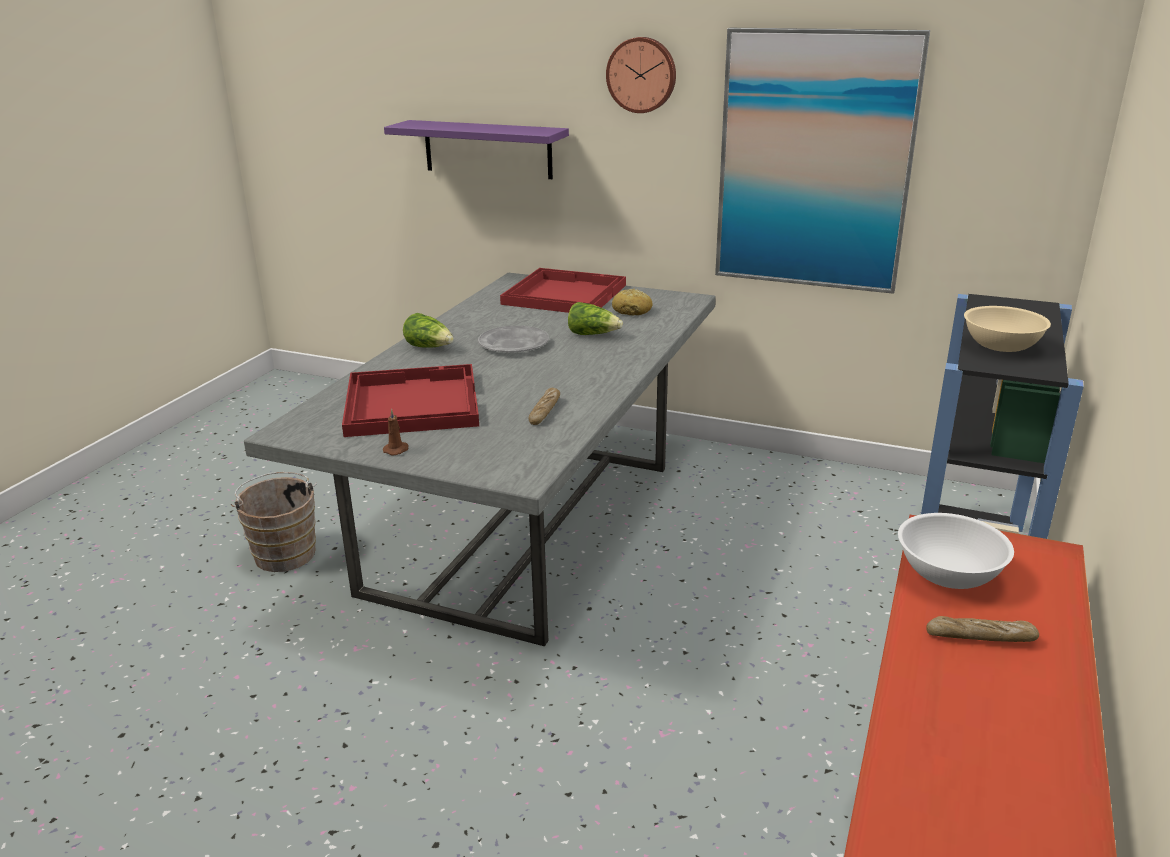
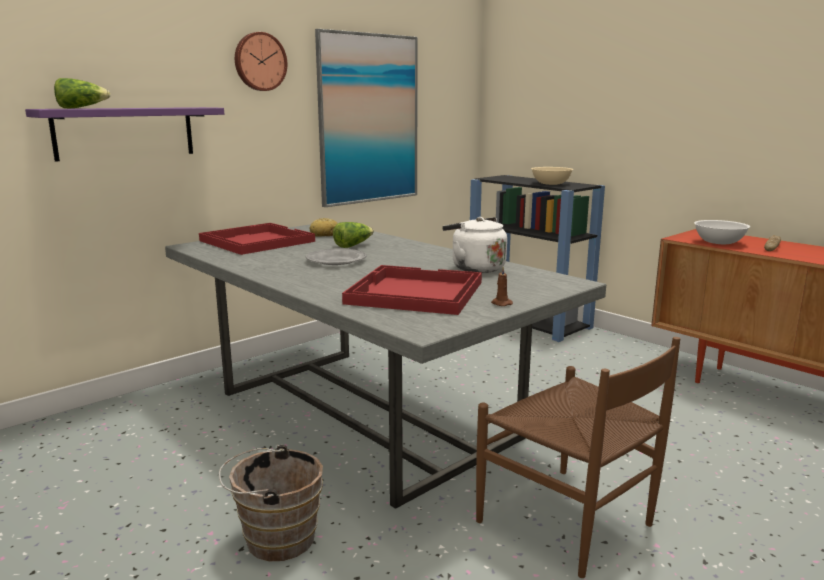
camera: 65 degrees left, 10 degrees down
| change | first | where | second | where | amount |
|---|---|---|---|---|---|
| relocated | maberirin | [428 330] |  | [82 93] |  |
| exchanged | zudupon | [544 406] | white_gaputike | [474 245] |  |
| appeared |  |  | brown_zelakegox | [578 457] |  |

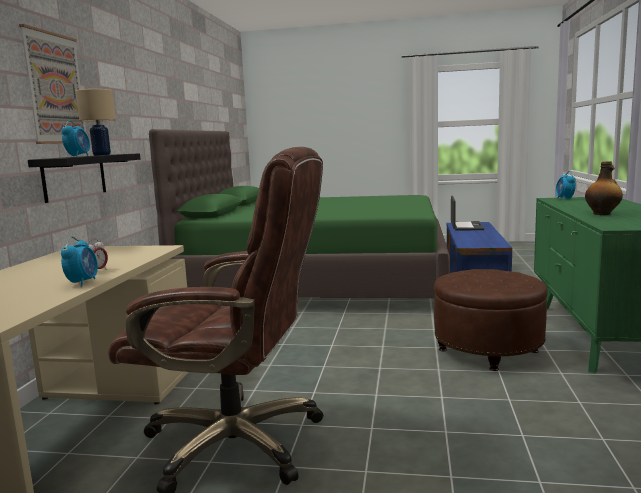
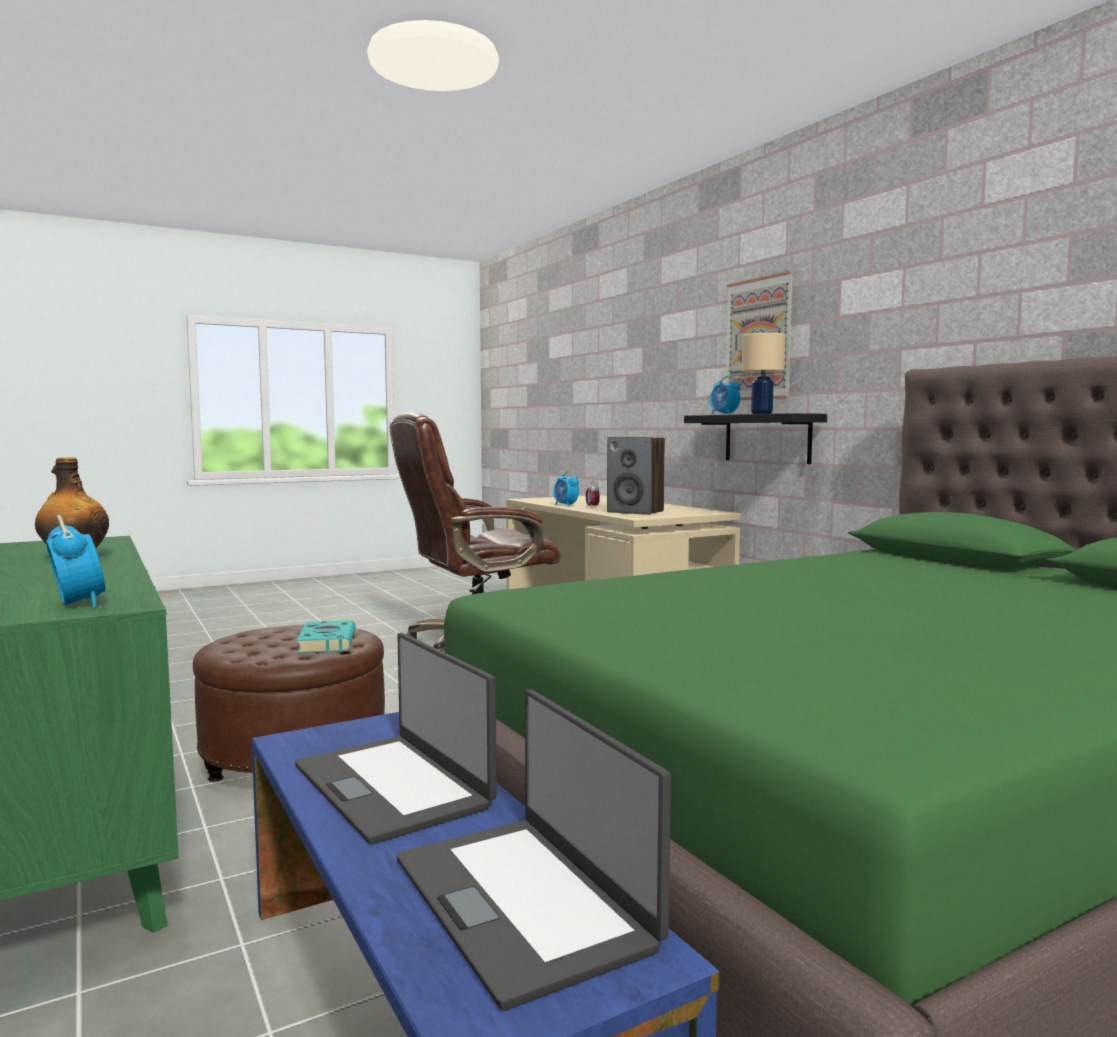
camera: 140 degrees right, 5 degrees down
| change | first | where | second | where | amount |
|---|---|---|---|---|---|
| appeared |  |  | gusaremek | [396 739] |  |
| appeared |  |  | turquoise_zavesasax | [326 636] |  |
| appeared |  |  | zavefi | [636 476] |  |

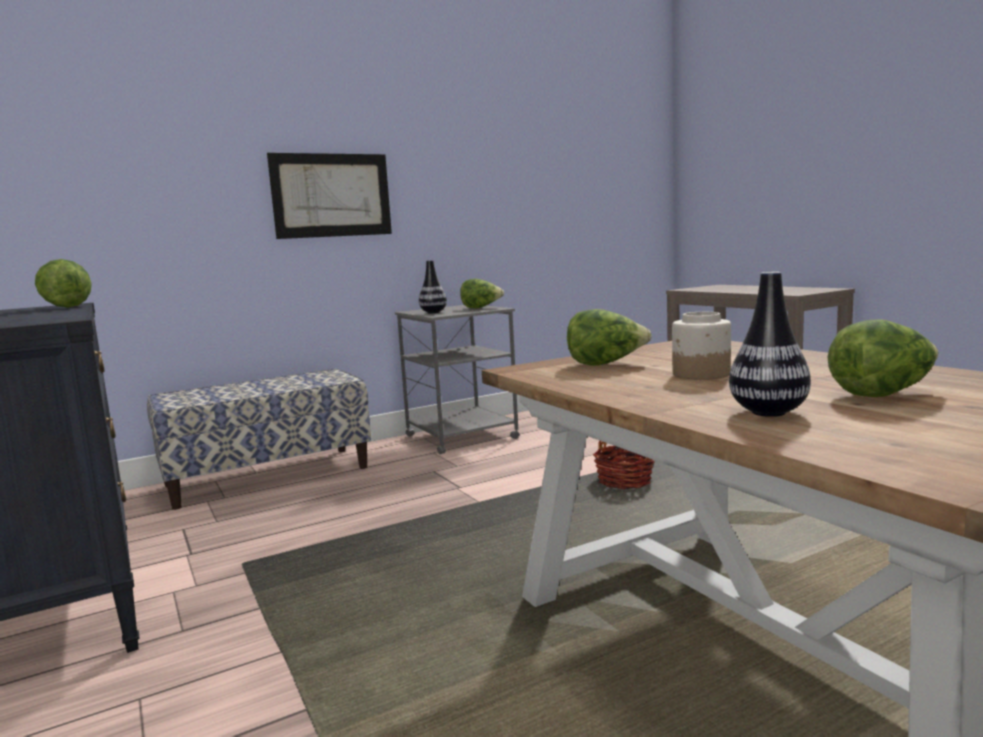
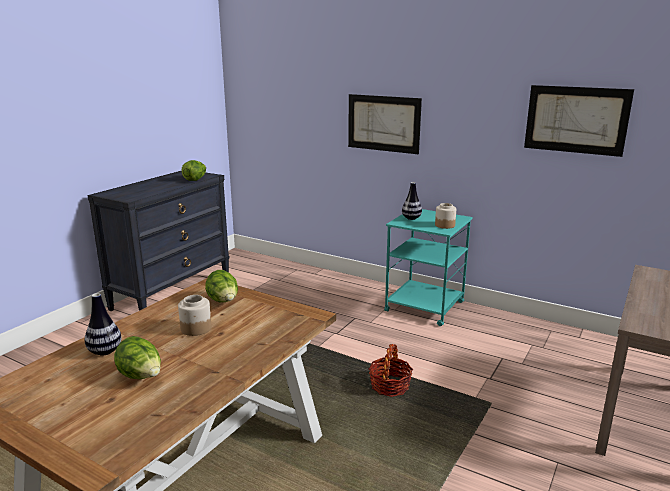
camera: 60 degrees right, 10 degrees up
| change | first | where | second | where | amount |
|---|---|---|---|---|---|
| missing | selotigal | [259 439] |  |  |  |
| colour | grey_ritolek | [457 379] | turquoise_ritolek | [428 267] |  |
| exchanged | maberirin | [482 293] | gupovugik | [445 216] |  |
| appeared |  |  | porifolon | [579 121] |  |

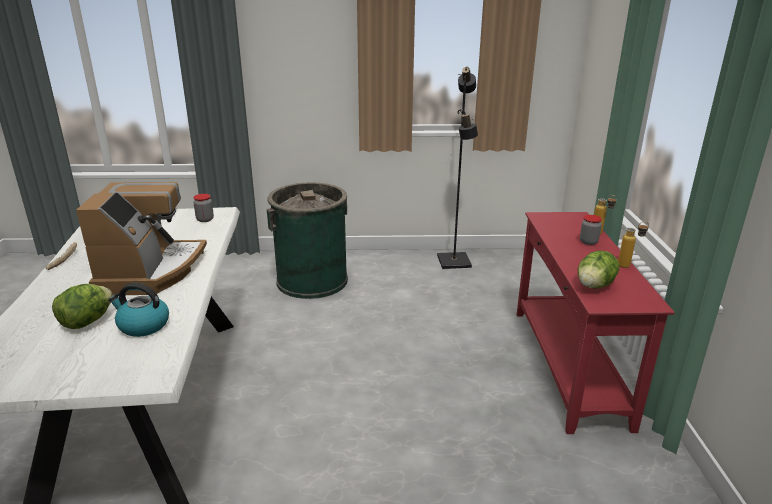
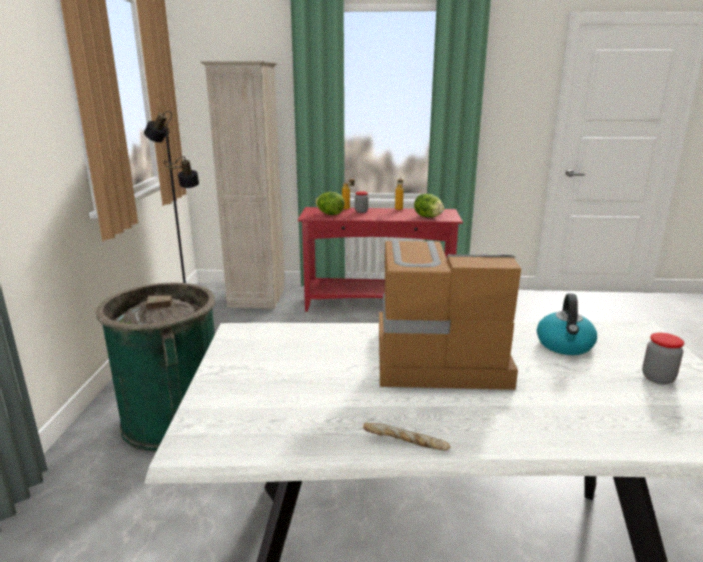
camera: 85 degrees left, 5 degrees down
| change | first | where | second | where | amount |
|---|---|---|---|---|---|
| relocated | maberirin | [82 306] |  | [330 203] |  |
| relocated | gupovugik | [203 208] |  | [663 358] |  |
| appeared |  |  | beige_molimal | [242 185] |  |

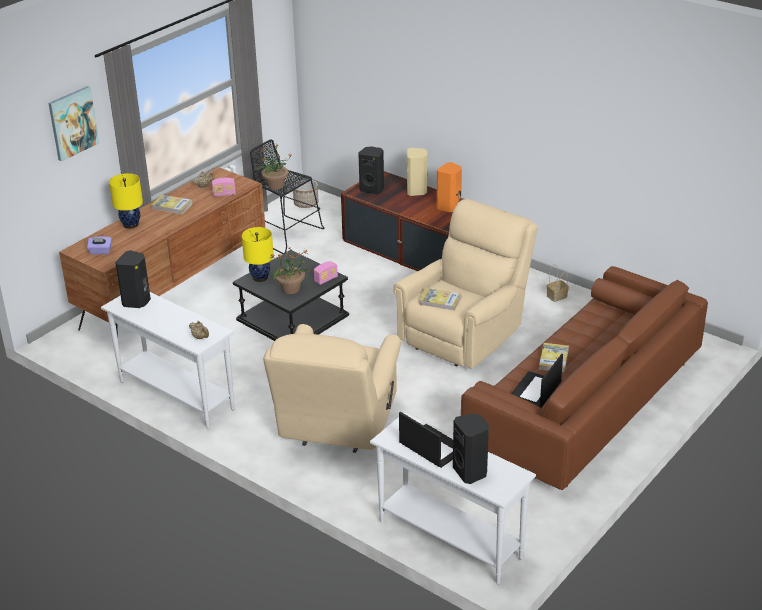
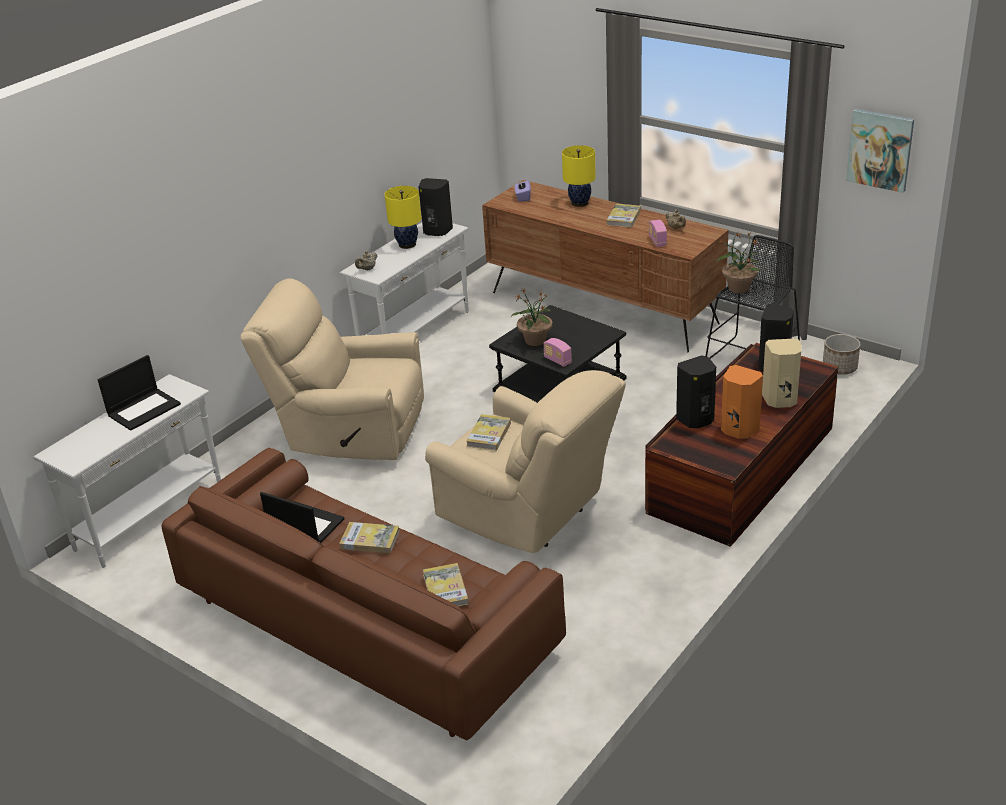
camera: 90 degrees right, 0 degrees up
| change | first | where | second | where | amount |
|---|---|---|---|---|---|
| relocated | porifolon | [73 123] |  | [880 151] |  |
| relocated | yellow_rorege | [258 254] |  | [402 217] |  |
| relocated | black_zavefi | [471 448] |  | [696 391] |  |
| missing | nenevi | [558 283] |  |  |  |
| appeared |  |  | zavesasax | [446 584] |  |

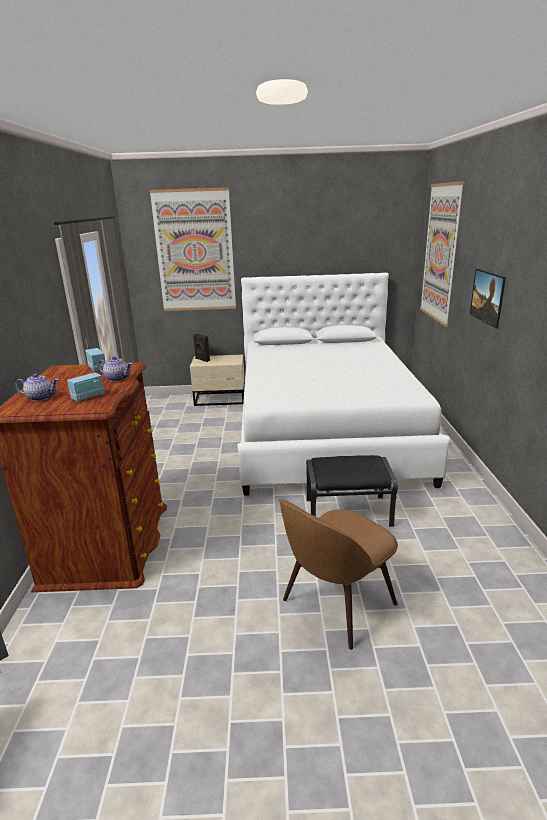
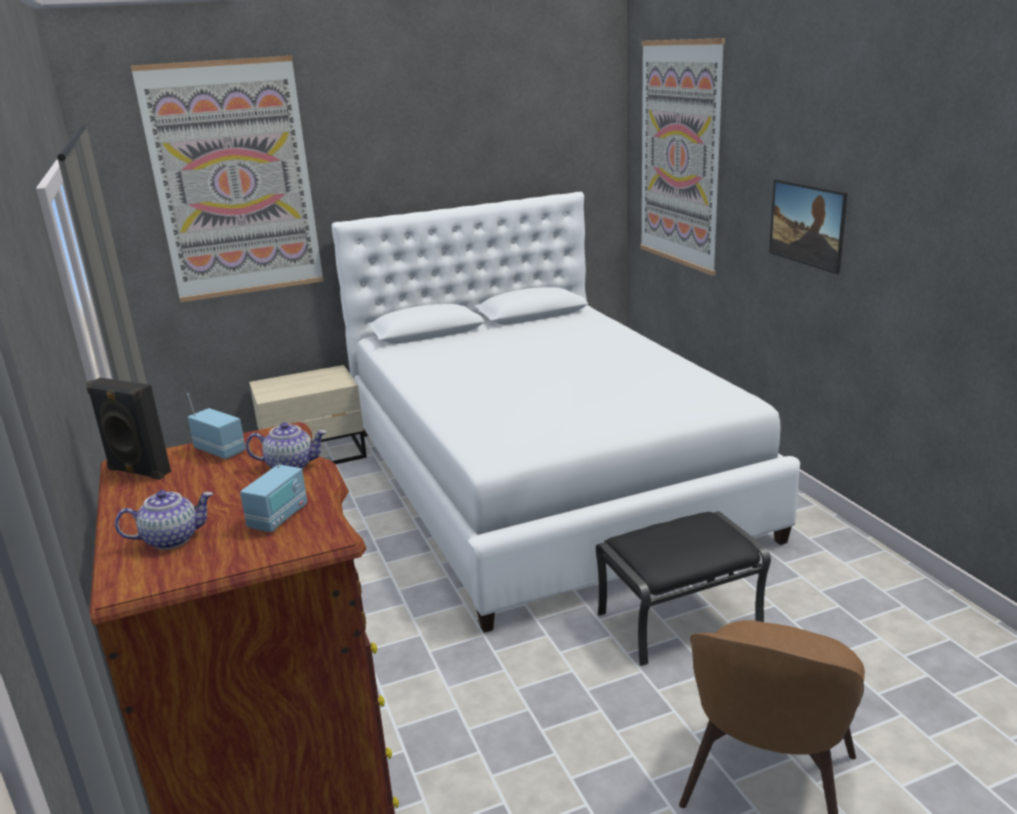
camera: 20 degrees left, 0 degrees up
| change | first | where | second | where | amount |
|---|---|---|---|---|---|
| relocated | black_zavefi | [201 348] |  | [128 429] |  |

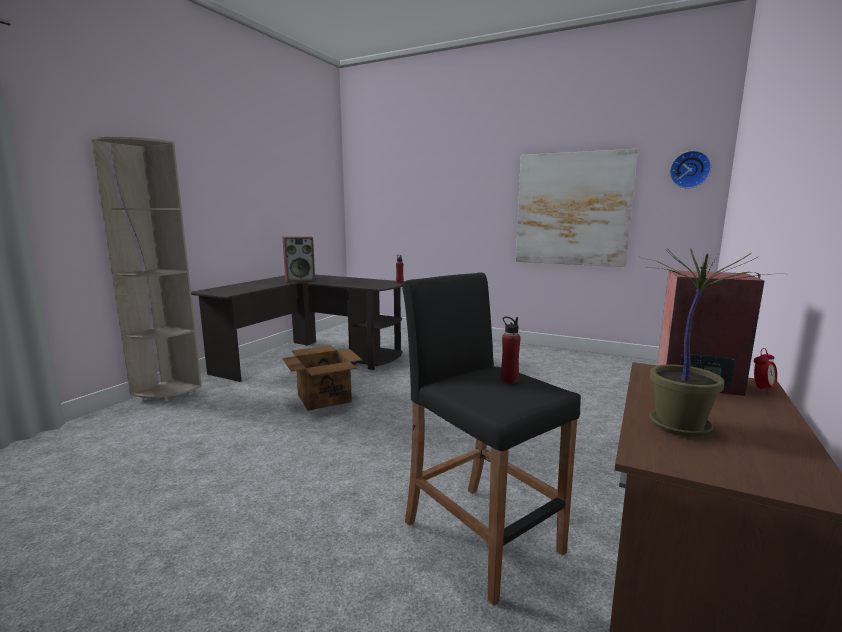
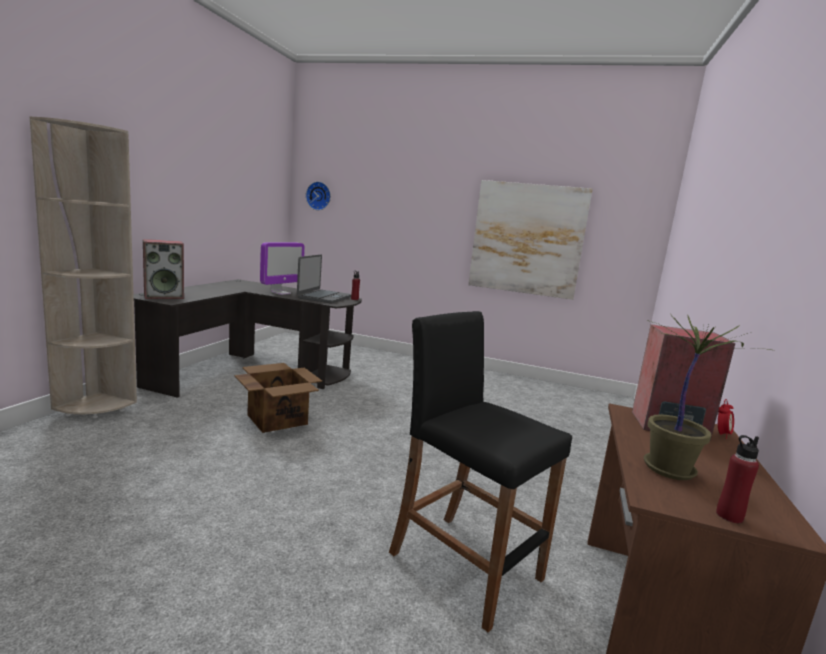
camera: 10 degrees left, 0 degrees up
| change | first | where | second | where | amount |
|---|---|---|---|---|---|
| relocated | zavefi | [298 259] |  | [163 269] |  |
| relocated | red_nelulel | [511 350] |  | [737 479] |  |
| relocated | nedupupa | [690 169] |  | [318 196] |  |
| appeared |  |  | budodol | [282 268] |  |
| appeared |  |  | gusaremek | [324 278] |  |

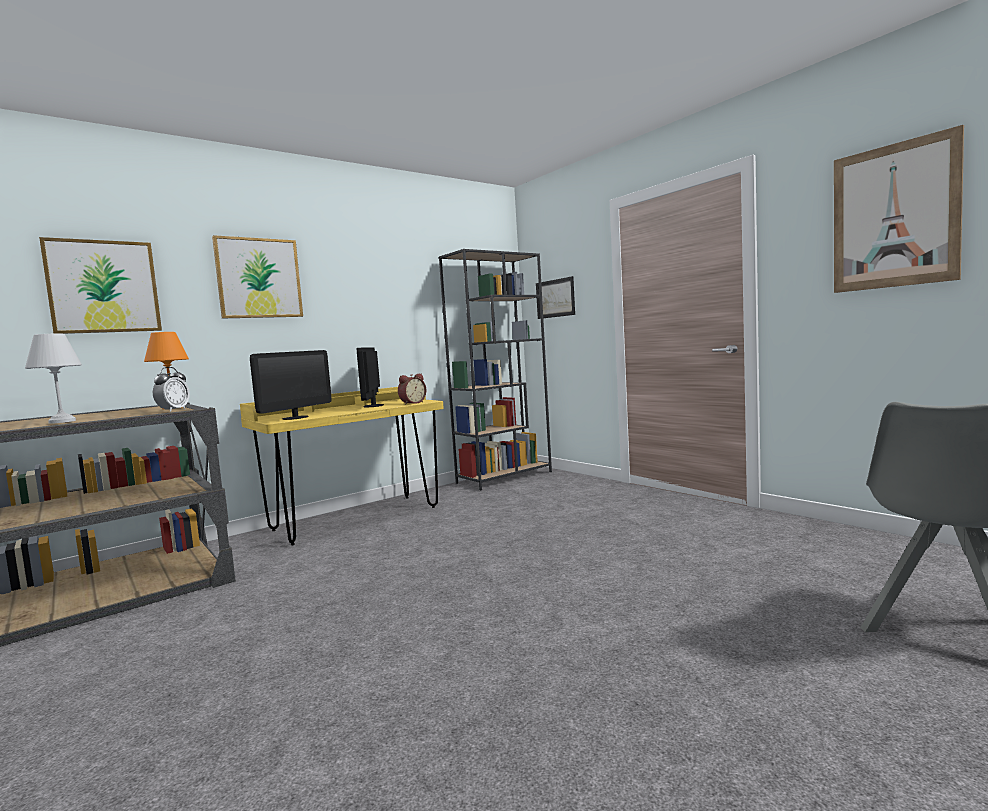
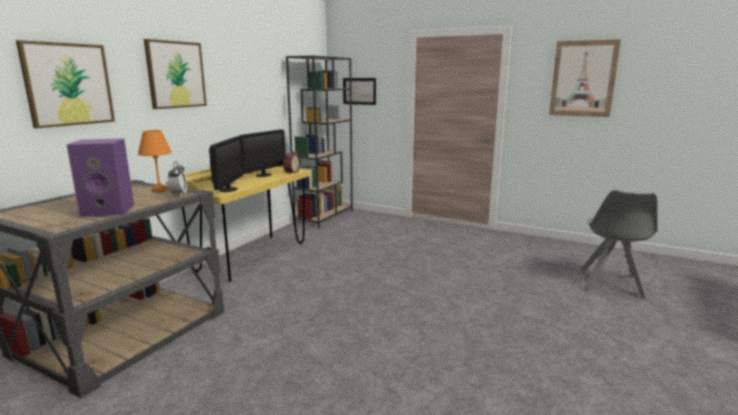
camera: 25 degrees left, 10 degrees up
| change | first | where | second | where | amount |
|---|---|---|---|---|---|
| exchanged | white_rorege | [53 378] | purple_zavefi | [100 177] |  |
| spun | budodol | [370 377] |  | [262 153] | 120 degrees counterclockwise |

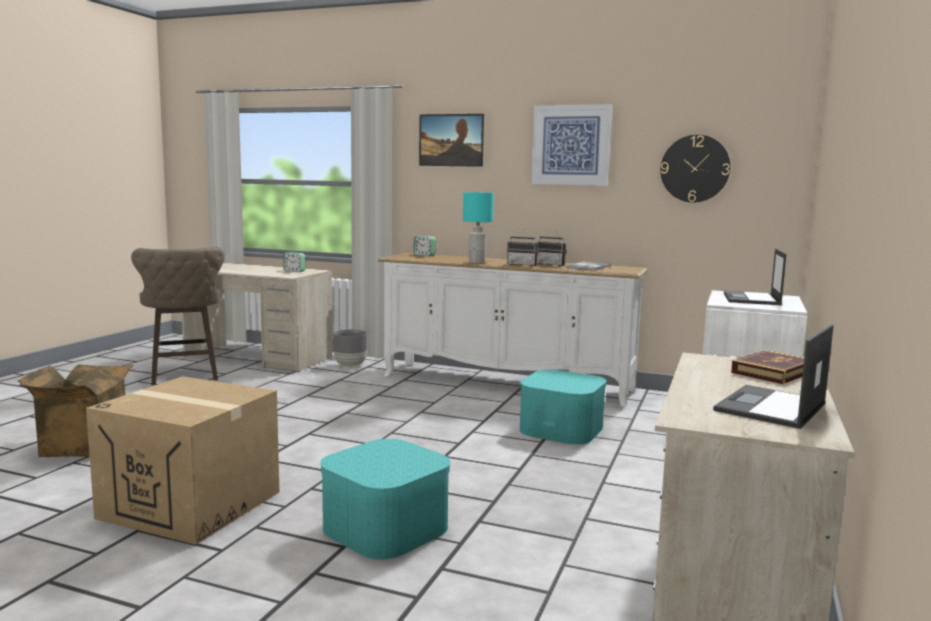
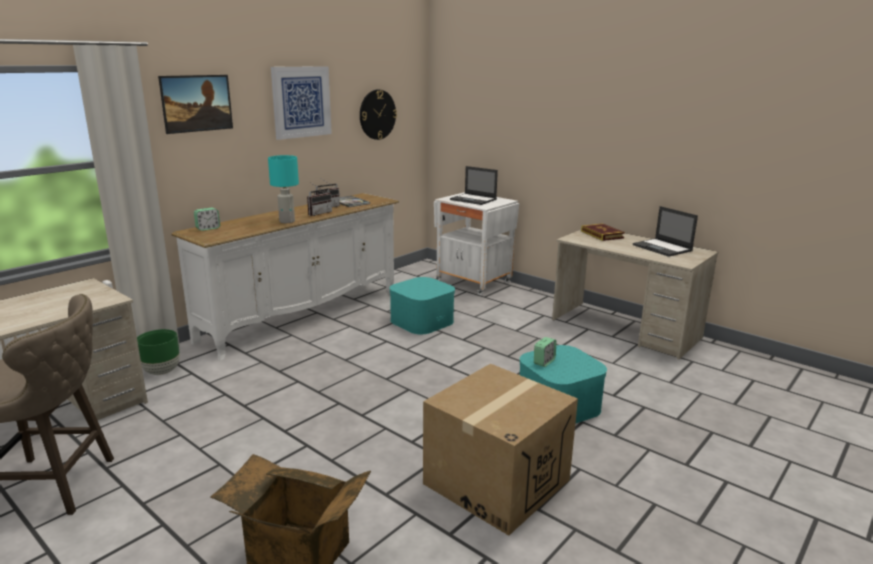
camera: 70 degrees left, 10 degrees up
| change | first | where | second | where | amount |
|---|---|---|---|---|---|
| relocated | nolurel | [294 262] |  | [545 352] |  |
| colour | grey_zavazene | [350 348] | green_zavazene | [158 352] |  |

